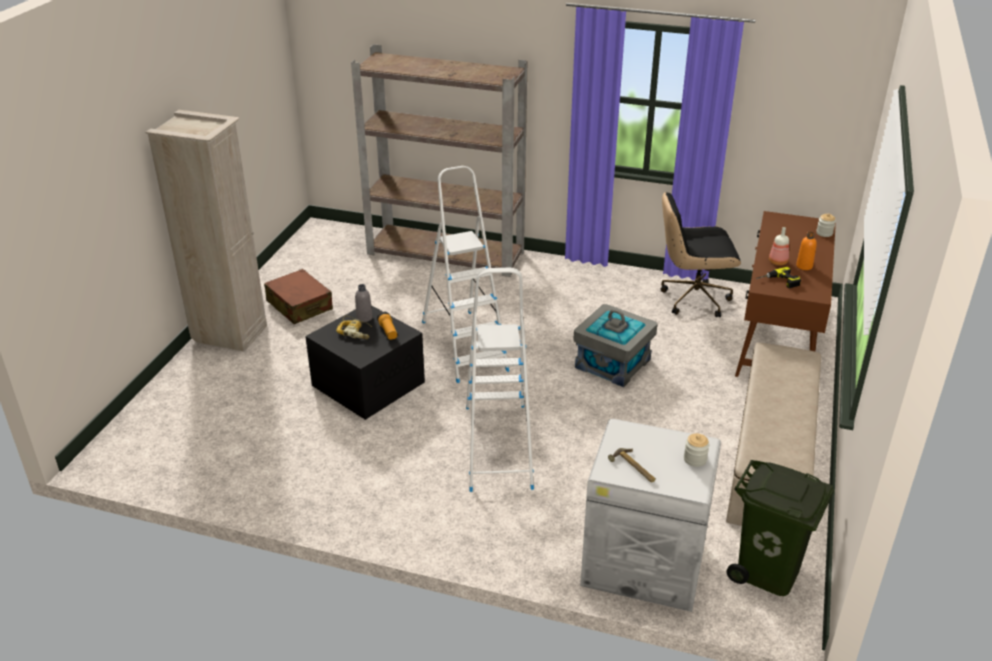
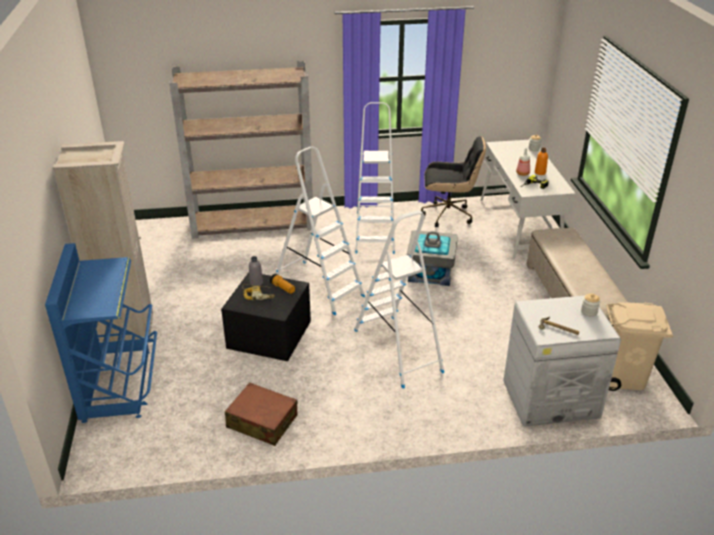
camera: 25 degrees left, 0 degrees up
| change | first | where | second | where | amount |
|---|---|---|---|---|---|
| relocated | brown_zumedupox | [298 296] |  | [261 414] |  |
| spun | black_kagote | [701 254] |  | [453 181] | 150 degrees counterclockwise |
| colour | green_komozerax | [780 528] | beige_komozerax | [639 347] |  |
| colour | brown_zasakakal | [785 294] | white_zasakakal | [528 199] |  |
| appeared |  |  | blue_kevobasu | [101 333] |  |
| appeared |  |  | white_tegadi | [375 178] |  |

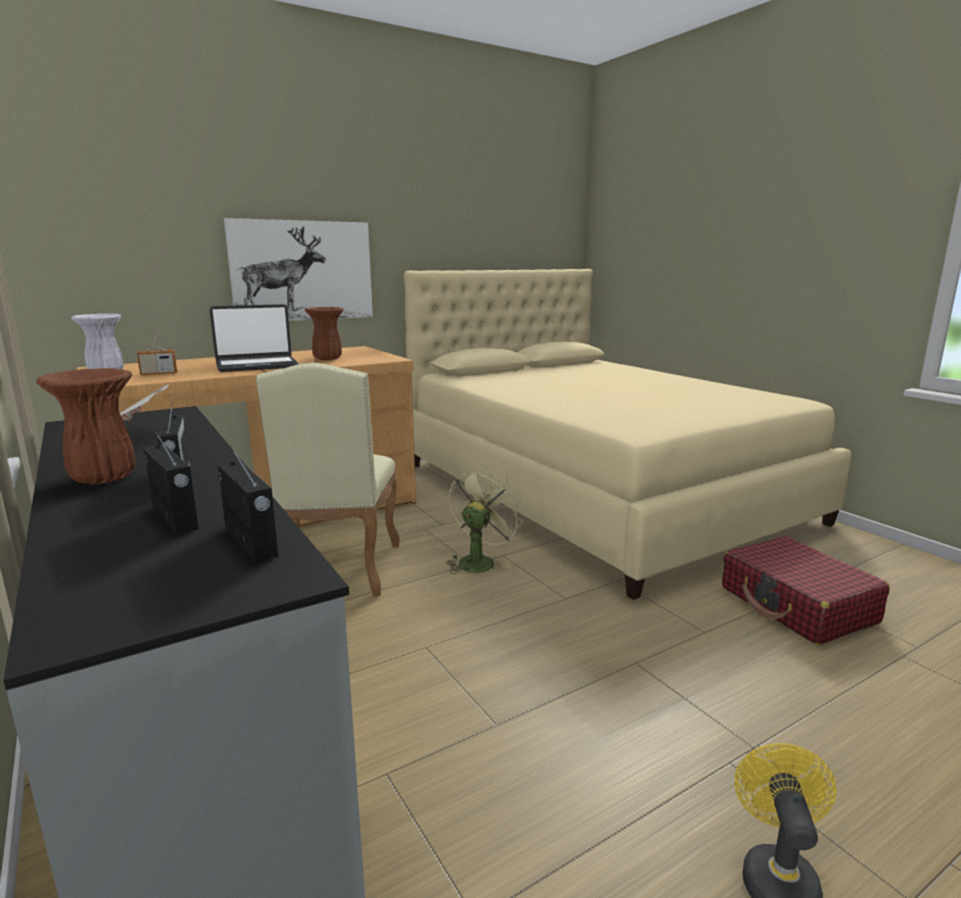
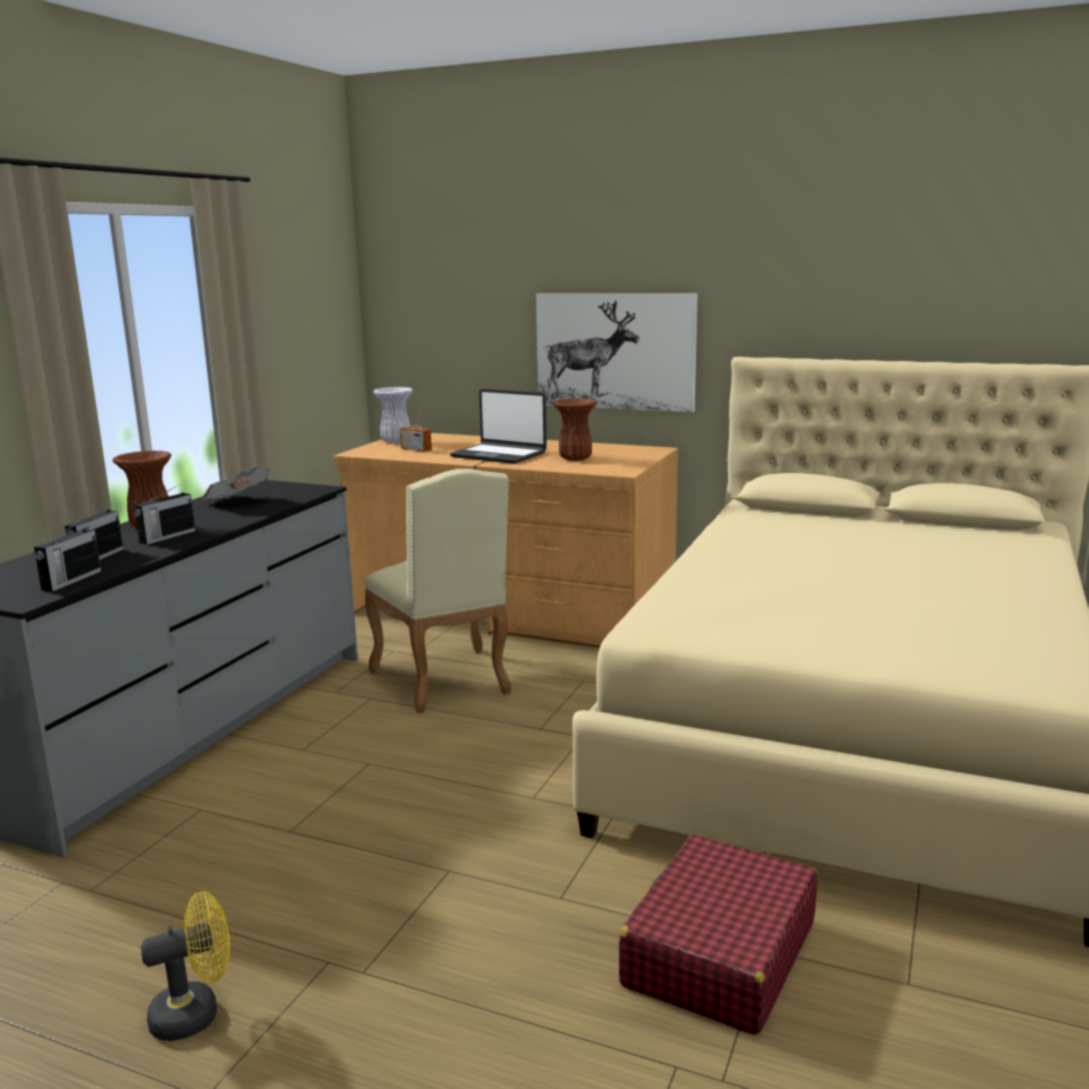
camera: 55 degrees right, 0 degrees up
| change | first | where | second | where | amount |
|---|---|---|---|---|---|
| spun | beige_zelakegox | [327 480] |  | [438 591] | 75 degrees counterclockwise |
| missing | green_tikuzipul | [484 521] |  |  |  |

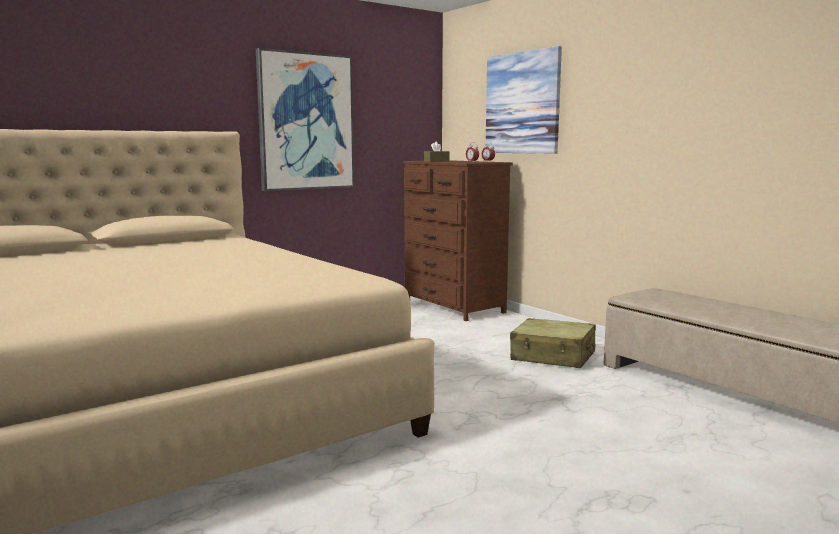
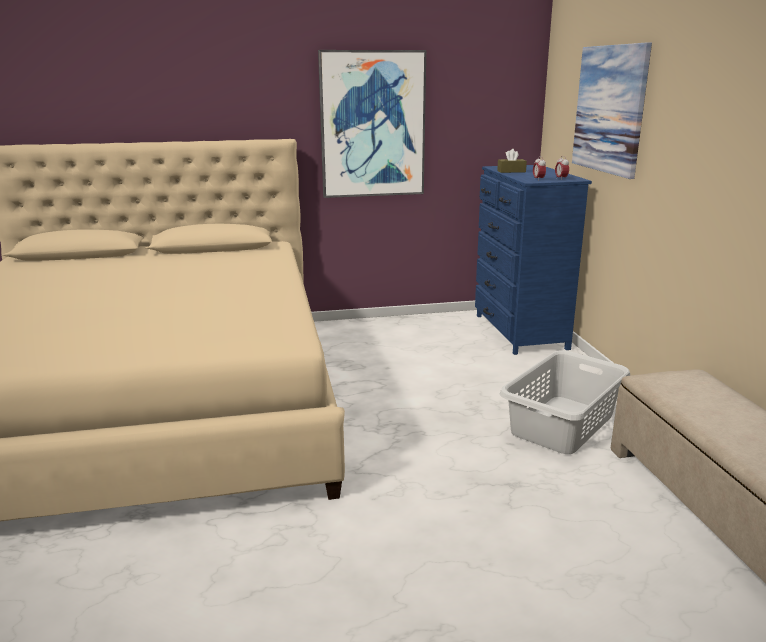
camera: 25 degrees right, 10 degrees up
| change | first | where | second | where | amount |
|---|---|---|---|---|---|
| colour | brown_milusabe | [458 240] | blue_milusabe | [533 260] |  |
| exchanged | beige_zumedupox | [553 343] | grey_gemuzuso | [565 402] |  |

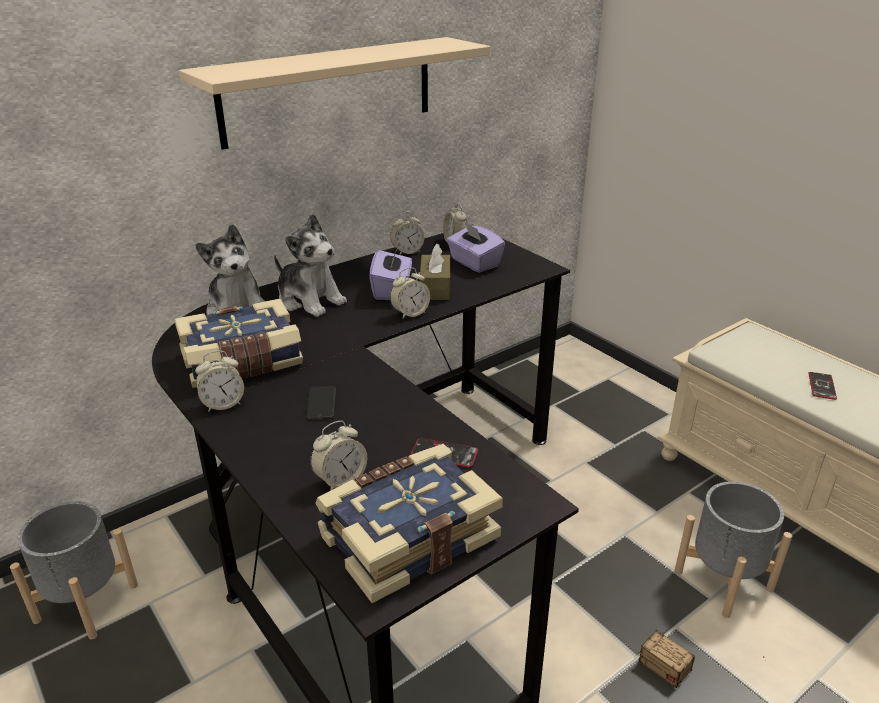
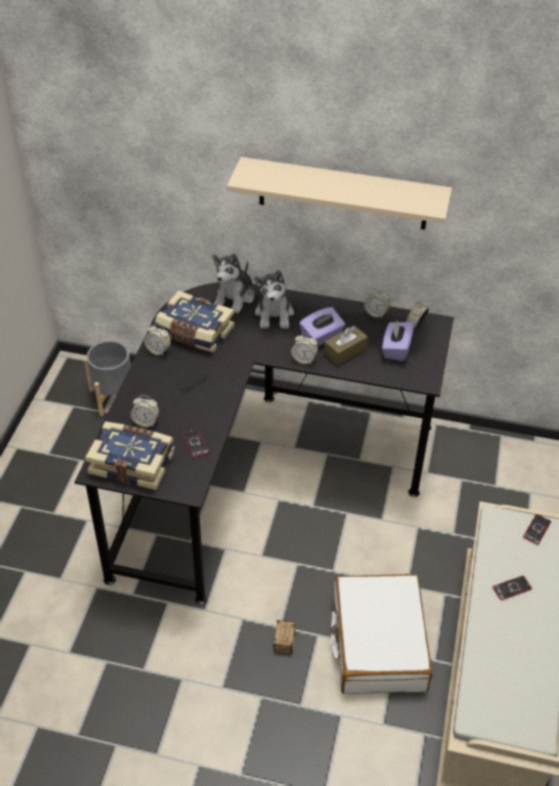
camera: 50 degrees right, 15 degrees up
| change | first | where | second | where | amount |
|---|---|---|---|---|---|
| exchanged | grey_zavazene | [733 549] | white_zumedupox | [382 634] |  |
| appeared |  |  | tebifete | [537 529] |  |

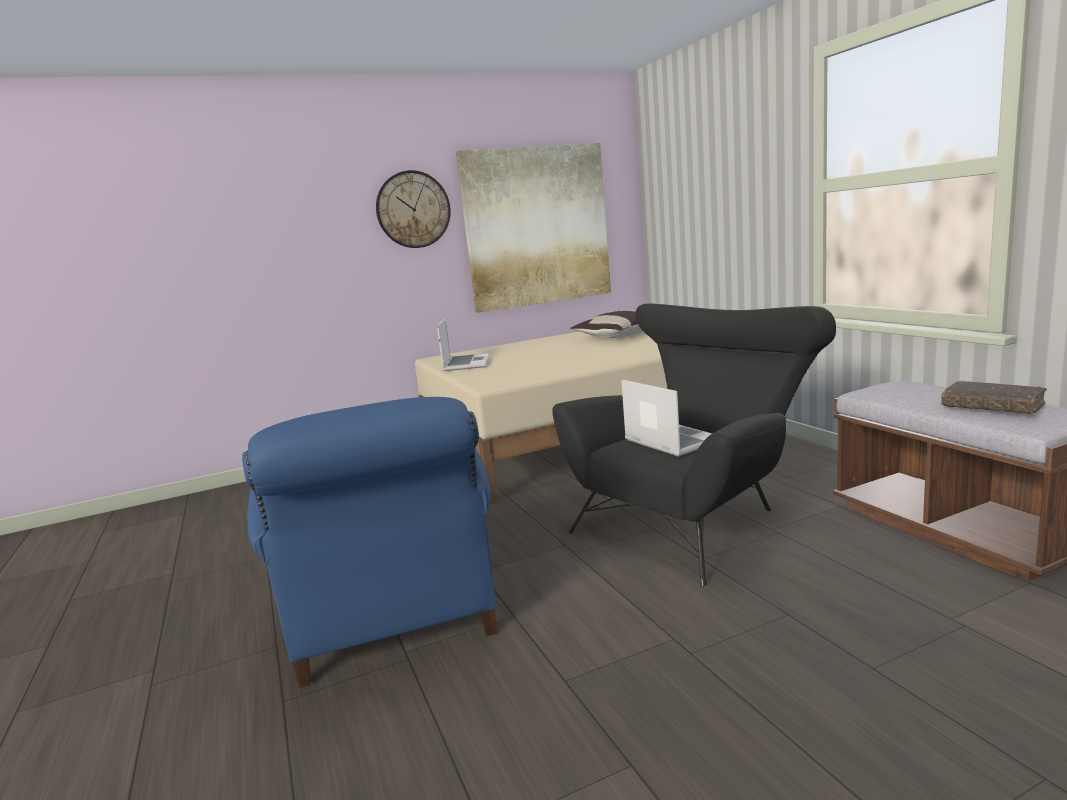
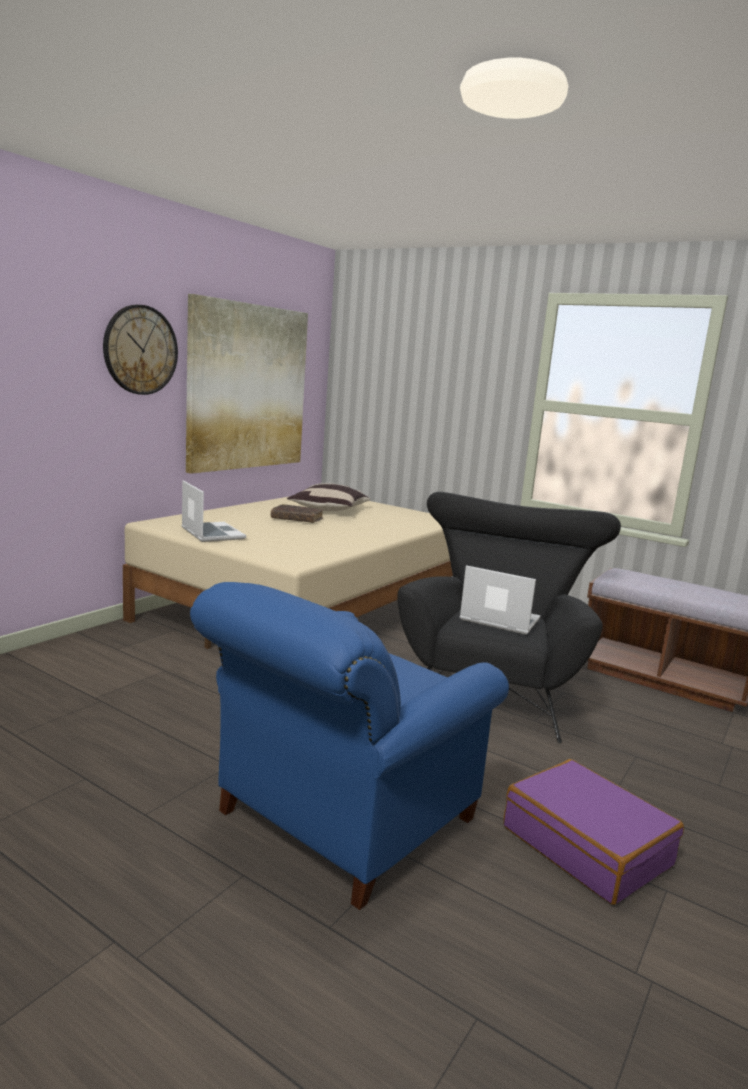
camera: 35 degrees left, 0 degrees up
| change | first | where | second | where | amount |
|---|---|---|---|---|---|
| spun | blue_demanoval | [369 542] |  | [349 746] | 90 degrees clockwise |
| relocated | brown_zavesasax | [994 397] |  | [297 513] |  |
| appeared |  |  | purple_zumedupox | [593 832] |  |

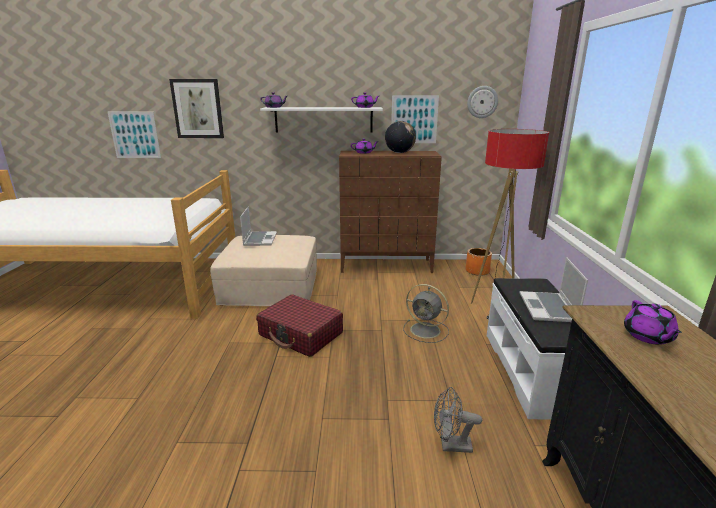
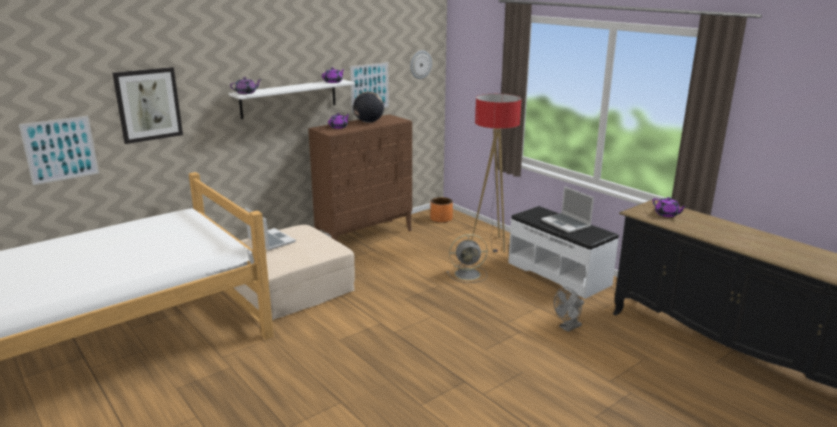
camera: 40 degrees left, 0 degrees up
| change | first | where | second | where | amount |
|---|---|---|---|---|---|
| missing | red_zumedupox | [299 325] |  |  |  |

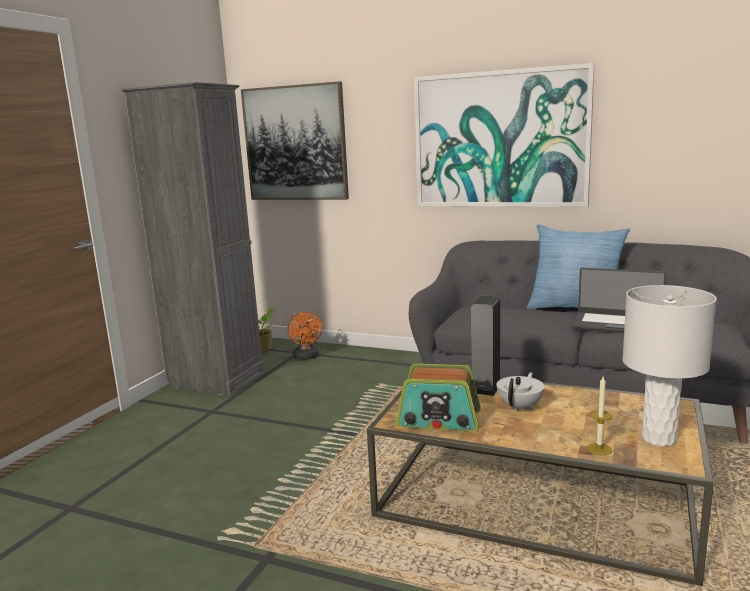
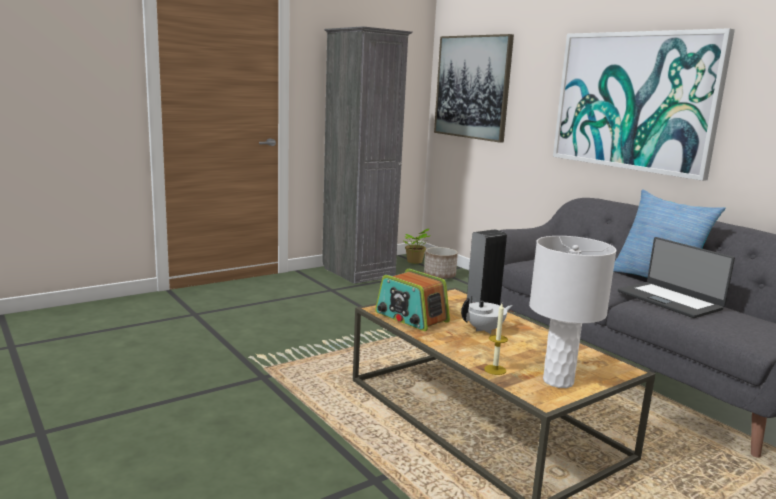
camera: 30 degrees right, 0 degrees up
| change | first | where | second | where | amount |
|---|---|---|---|---|---|
| exchanged | orange_tikuzipul | [304 335] | zavazene | [441 263] |  |

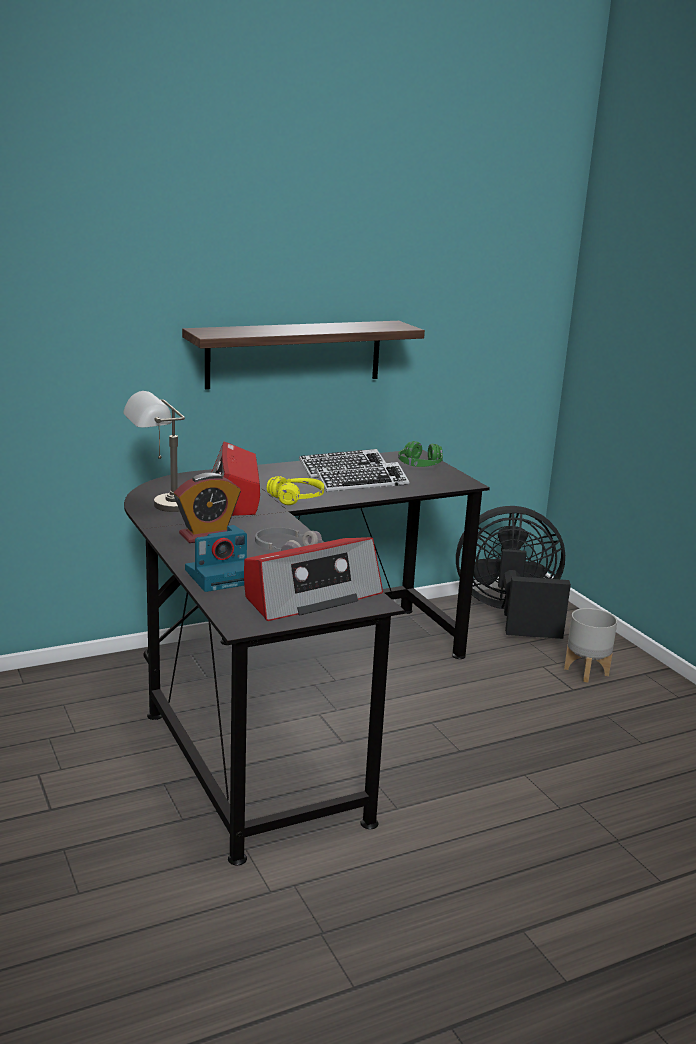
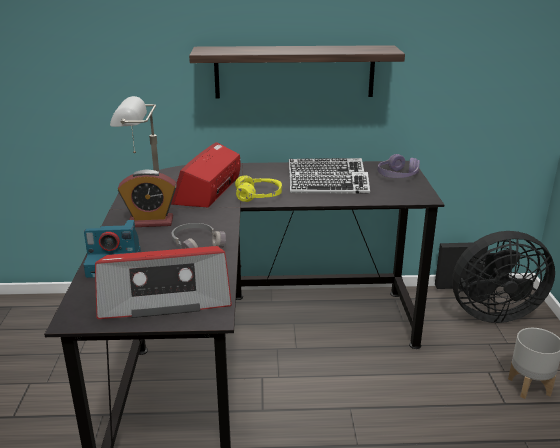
camera: 25 degrees right, 5 degrees up
| change | first | where | second | where | amount |
|---|---|---|---|---|---|
| colour | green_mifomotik | [420 454] | purple_mifomotik | [399 166] |  |
| spun | black_tikuzipul | [513 572] |  | [495 277] | 150 degrees clockwise |

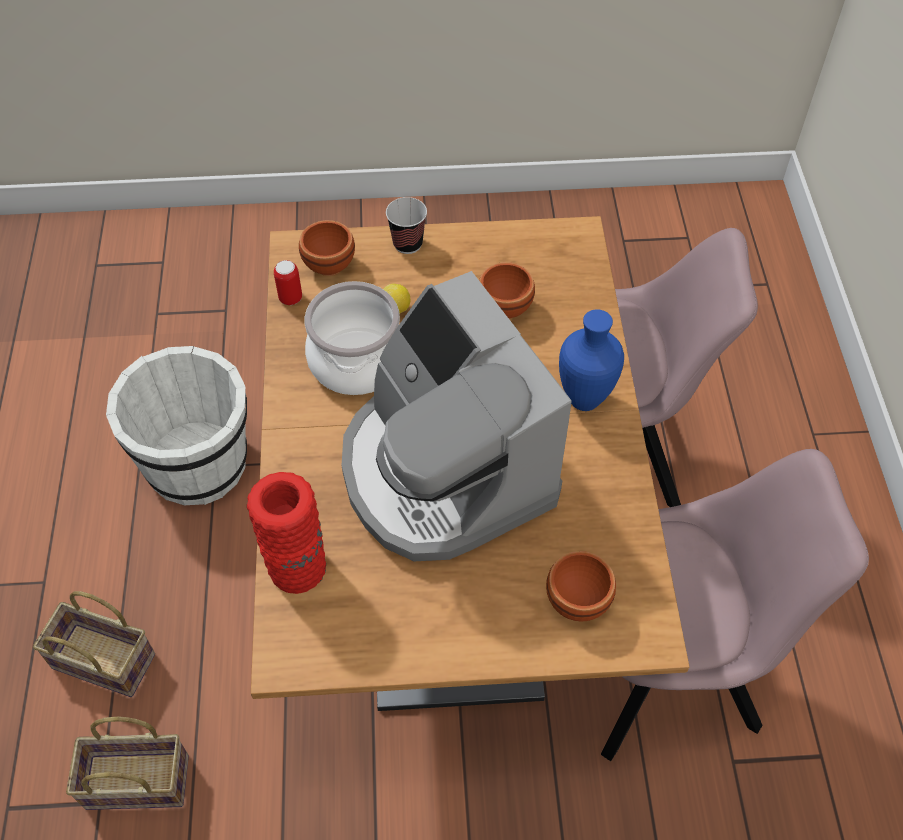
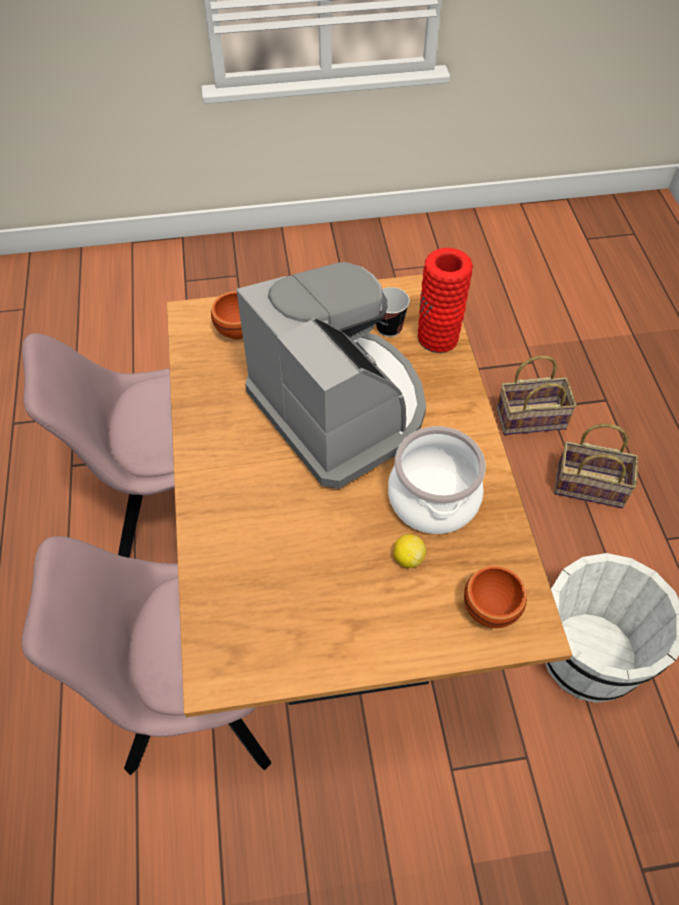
camera: 175 degrees right, 0 degrees up
| change | first | where | second | where | amount |
|---|---|---|---|---|---|
| missing | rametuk | [288 282] |  |  |  |
| relocated | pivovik | [406 225] |  | [393 312] |  |
| missing | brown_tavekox | [507 290] |  |  |  |
| missing | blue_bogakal | [591 360] |  |  |  |

